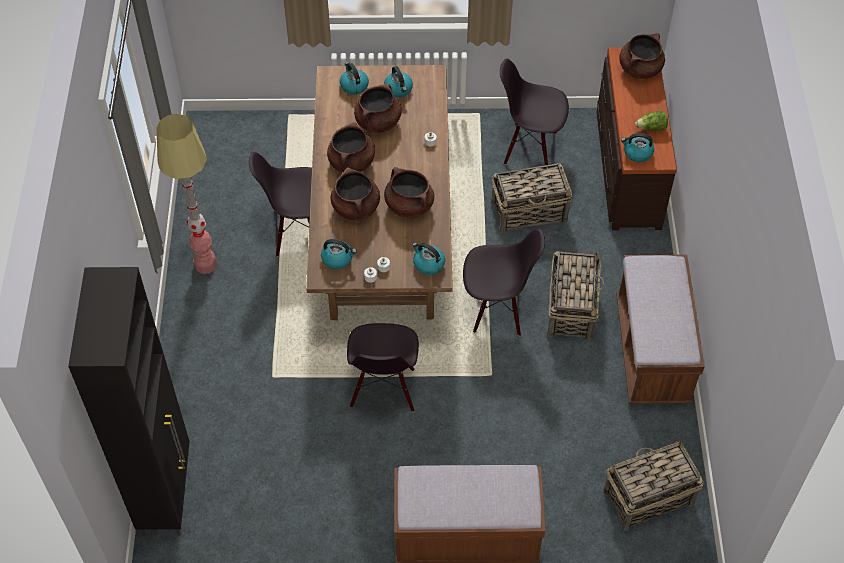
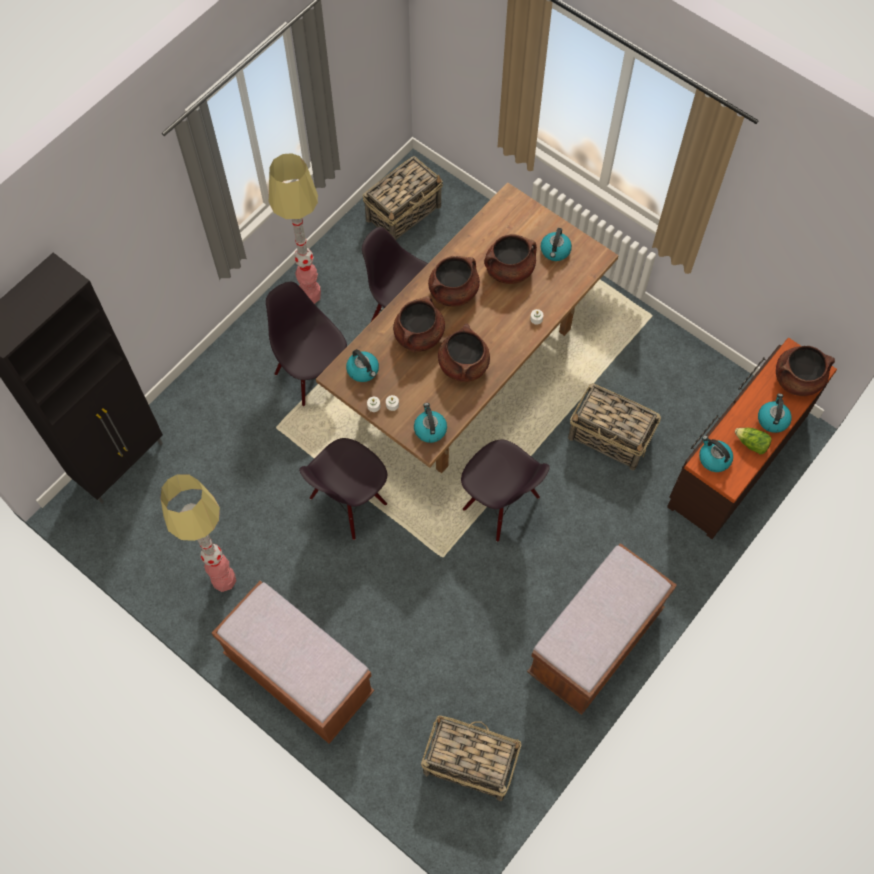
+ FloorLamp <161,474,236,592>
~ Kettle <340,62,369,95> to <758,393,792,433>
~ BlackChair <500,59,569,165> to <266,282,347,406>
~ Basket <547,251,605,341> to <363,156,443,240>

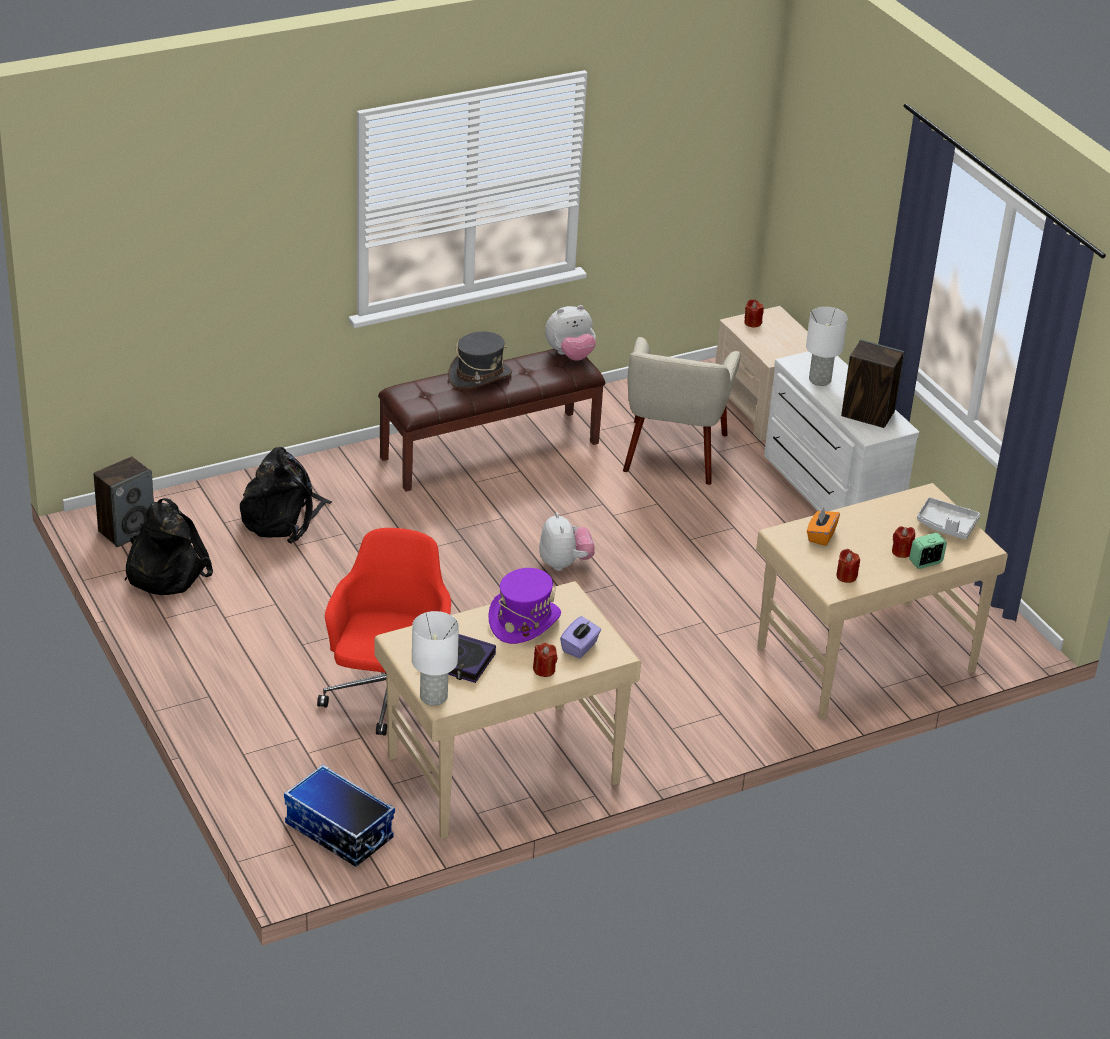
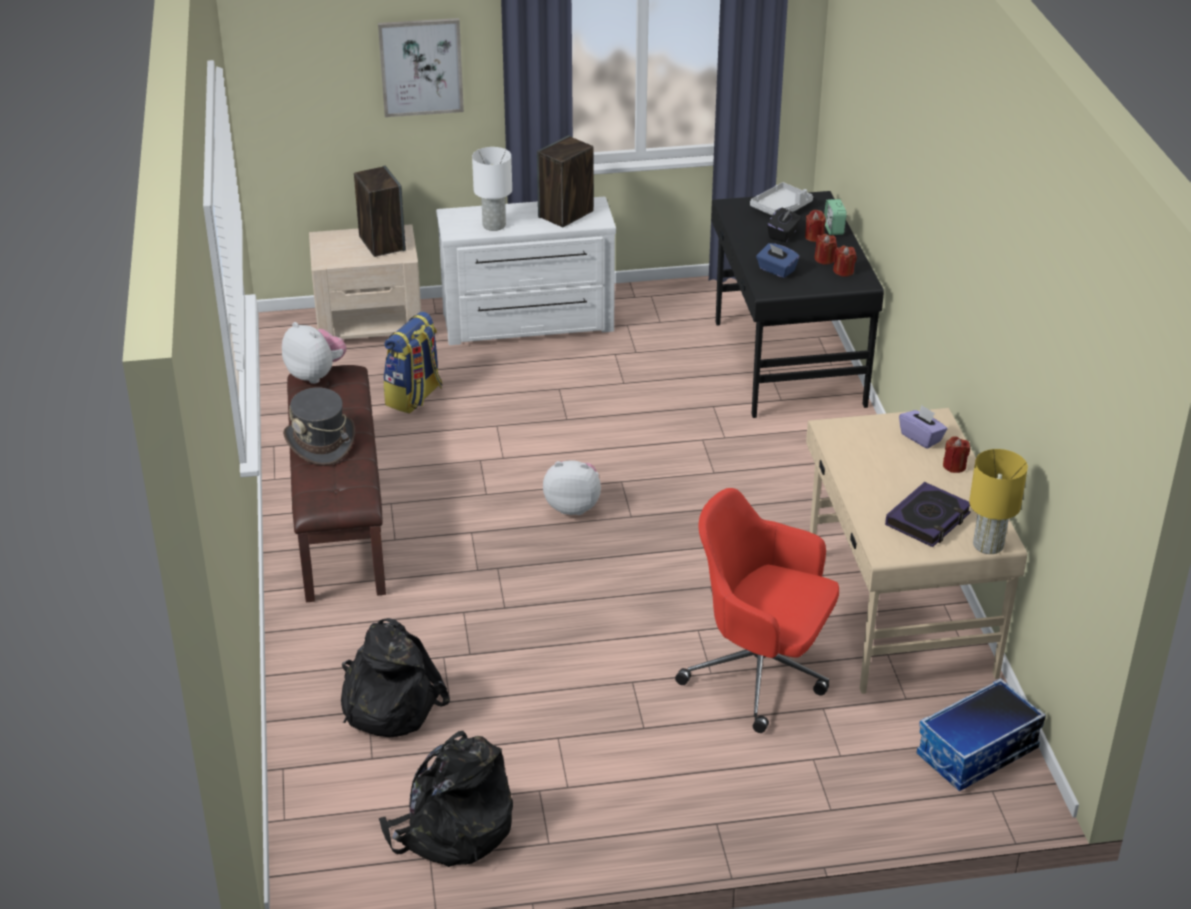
- PurpleHat <488,568,561,644>
+ Picture <378,18,464,117>
+ BlackTissueBox <767,207,801,242>
~ Speaker <94,456,154,547> to <354,166,406,257>
~ RedCandle <744,299,764,328> to <814,234,837,265>
~ BeigeArmchair <623,337,741,485> to Backpack <384,311,442,414>
~ WhiteTableLamp <412,611,459,706> to YellowTableLamp <969,449,1028,554>
~ BeigeDesk <756,483,1008,720> to BlackDesk <711,191,884,418>
~ OrangeTissueBox <807,507,840,546> to BlueTissueBox <756,243,799,278>
~ PlushToy <545,305,596,361> = <282,322,347,384> 45 degrees counterclockwise

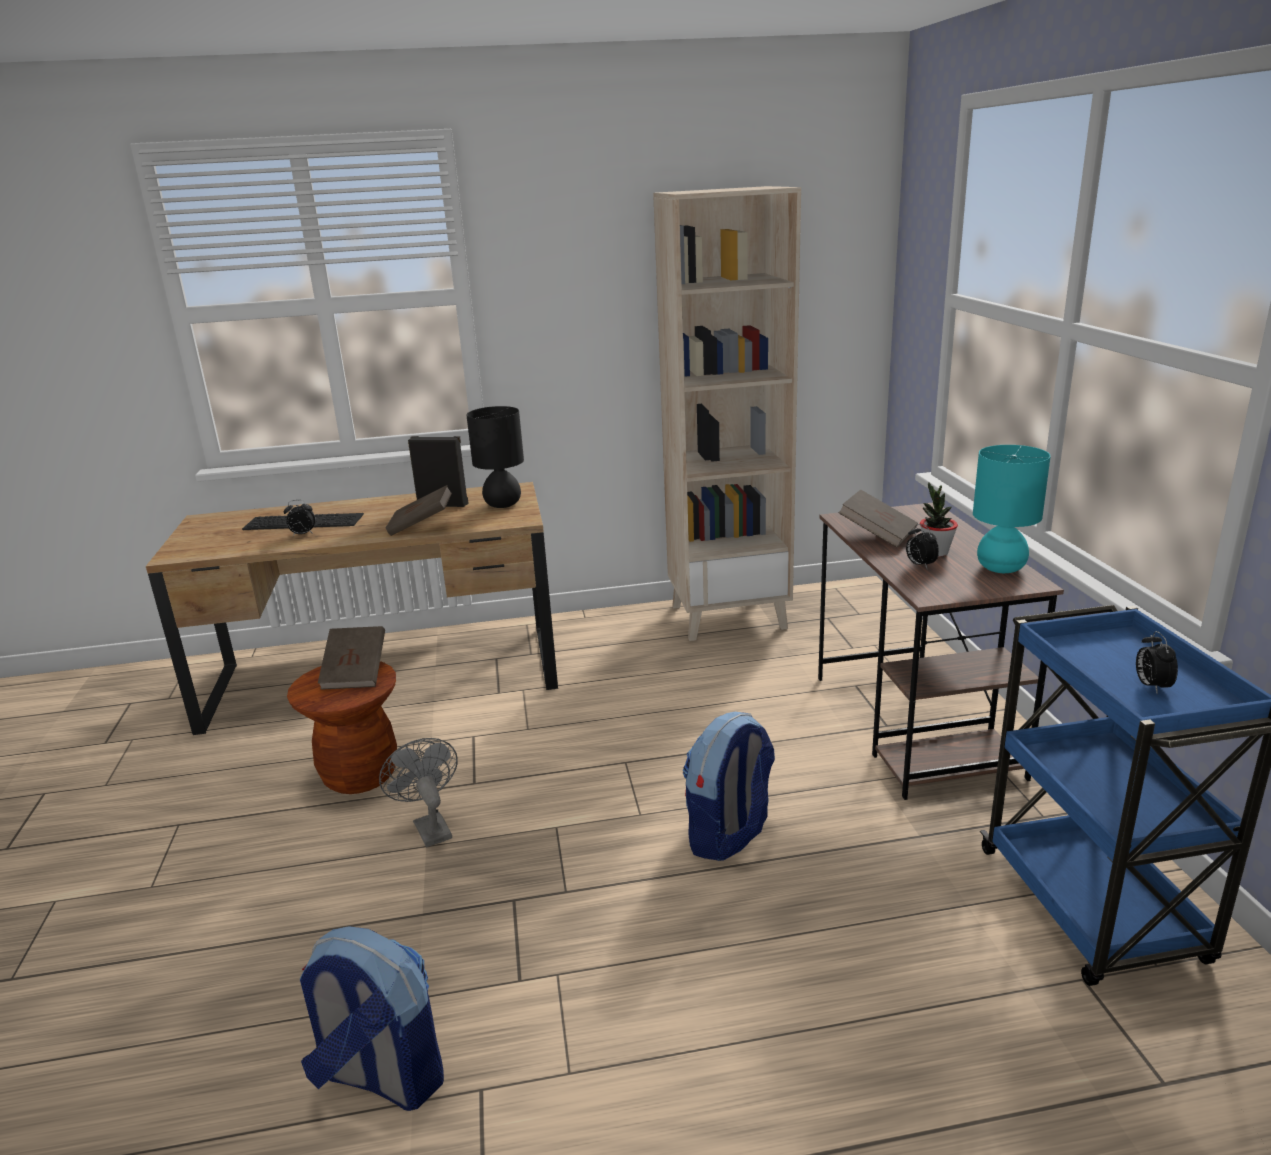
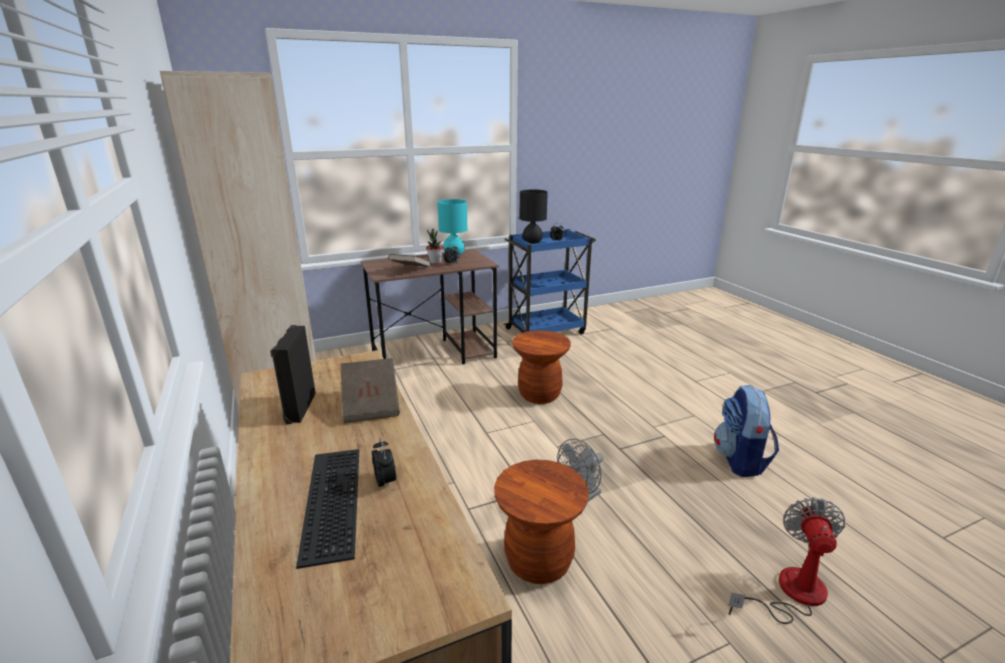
- BrownBook <318,626,385,690>
+ Fan <729,497,845,624>
~ BlackTableLamp <466,406,524,508> to <519,190,548,244>
~ Backpack <682,712,775,861> to BrownStool <512,330,571,404>

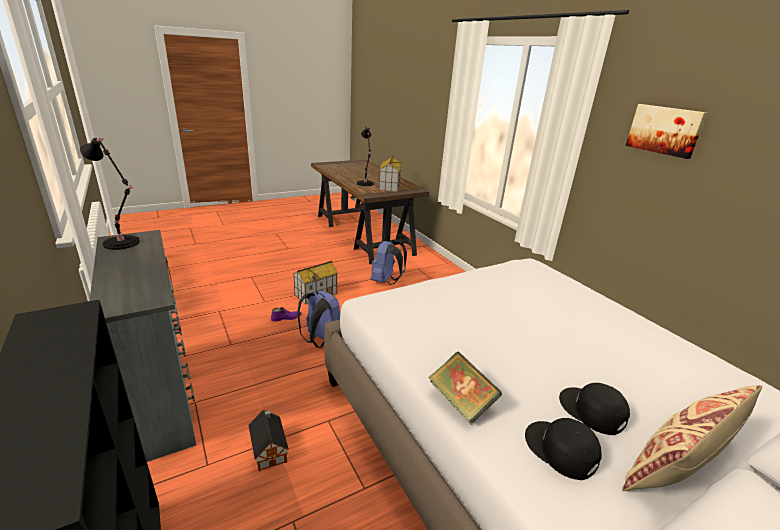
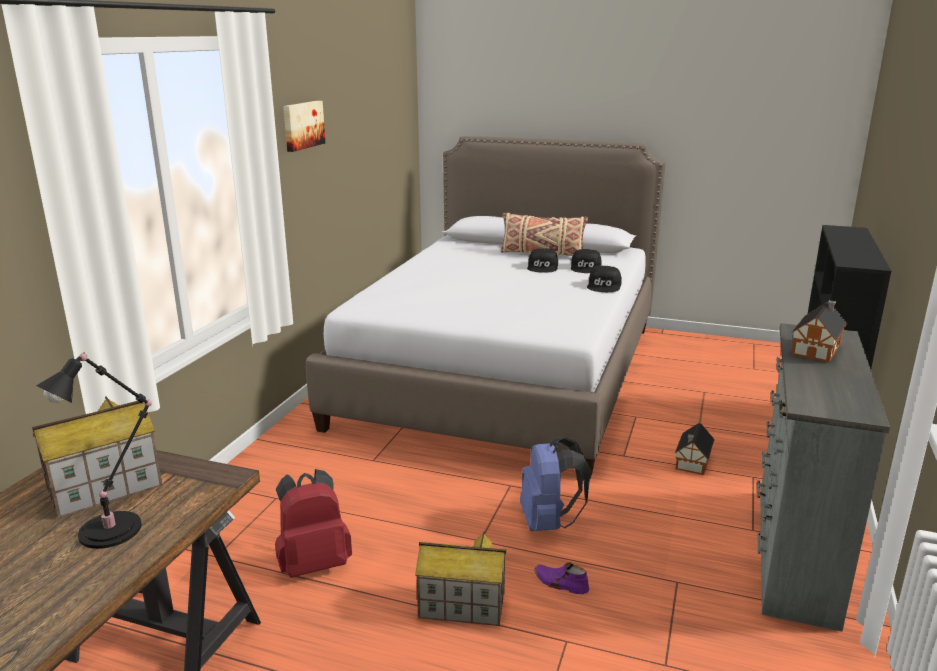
- BlackTableLamp <80,138,140,250>
+ ToyHouse <791,300,847,362>
~ Book <429,352,502,425> to BlackCap <587,266,622,292>
~ BlueBackpack <371,240,407,285> to RedBackpack <275,469,352,578>

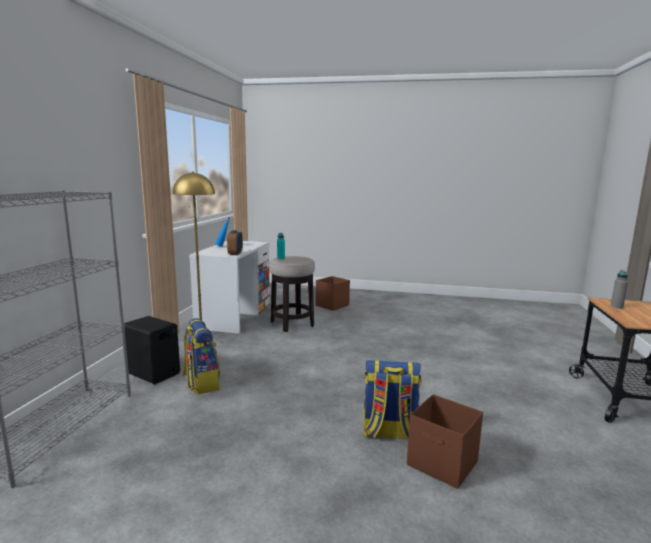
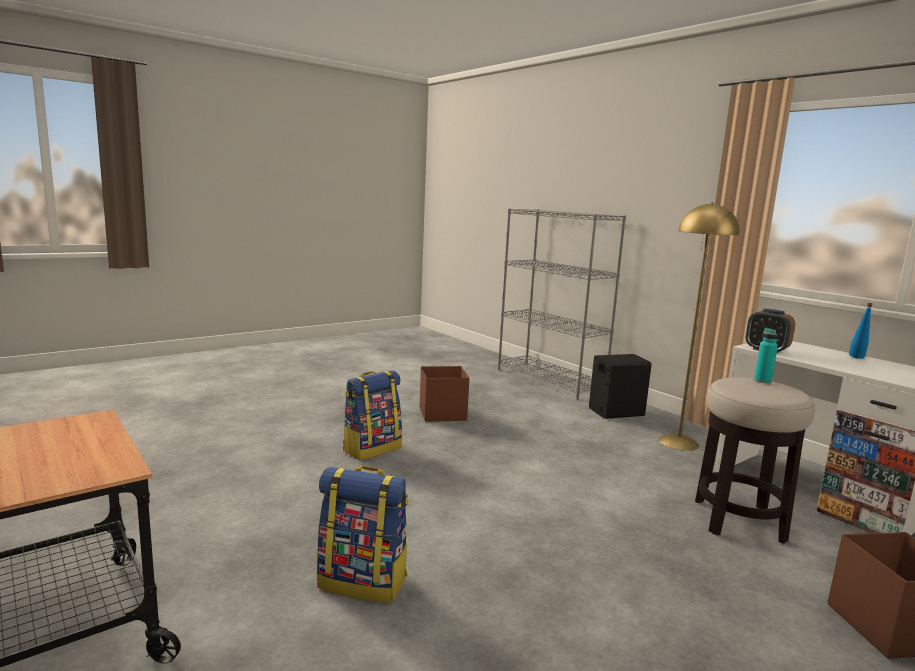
- GreyBottle <611,270,628,308>
~ Backpack <183,318,220,394> to <317,466,408,603>
~ BrownStorageBox <407,394,483,489> to <420,366,469,422>

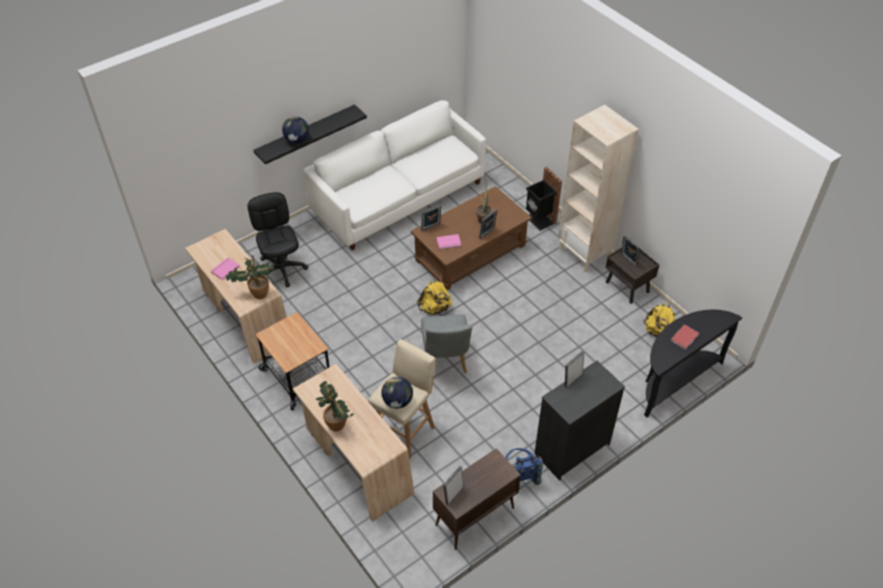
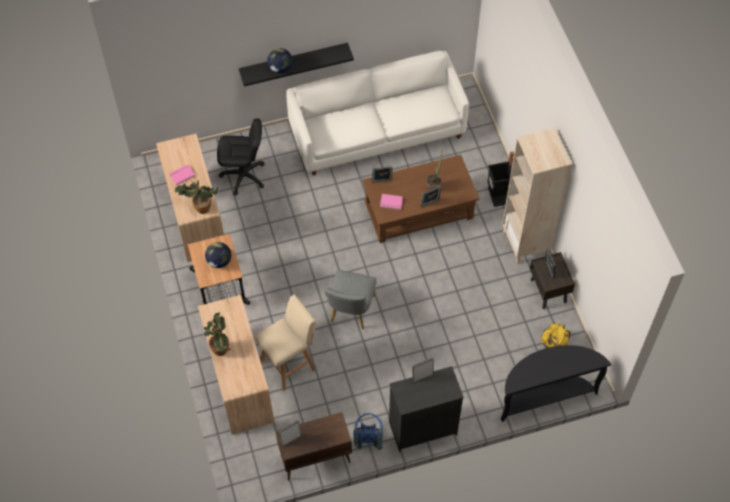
- YellowBackpack <417,279,452,315>
- RedBook <670,324,699,350>
~ Globe <381,377,413,408> to <205,242,231,268>
~ BlackOfficeChair <247,192,308,287> = <217,119,265,195> 90 degrees clockwise

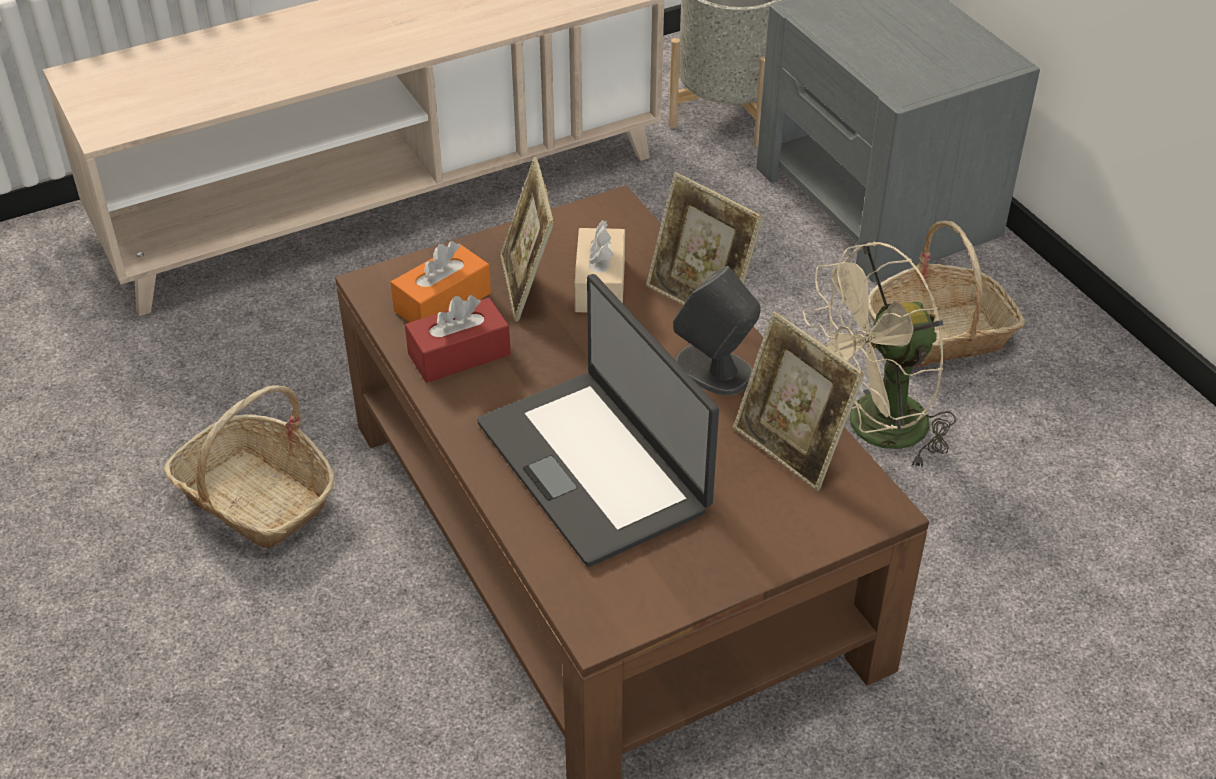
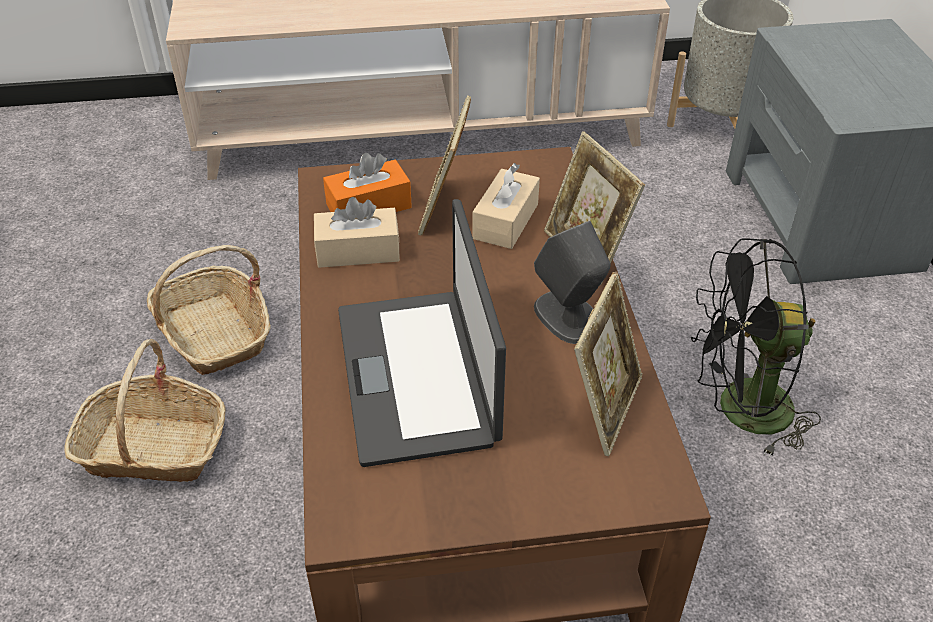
~ Basket <868,221,1025,367> to <64,339,225,482>
~ RedTissueBox <405,295,511,383> to BeigeTissueBox <314,197,400,268>
~ BeigeFan <803,241,956,470> to BlackFan <691,238,821,458>
~ PictureFrame <733,312,865,491> = <574,272,642,456> 135 degrees counterclockwise

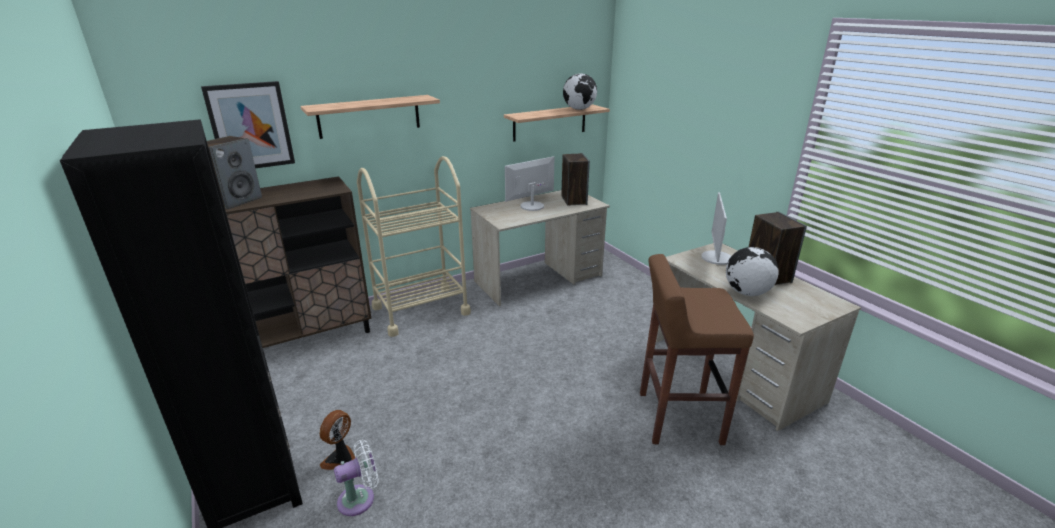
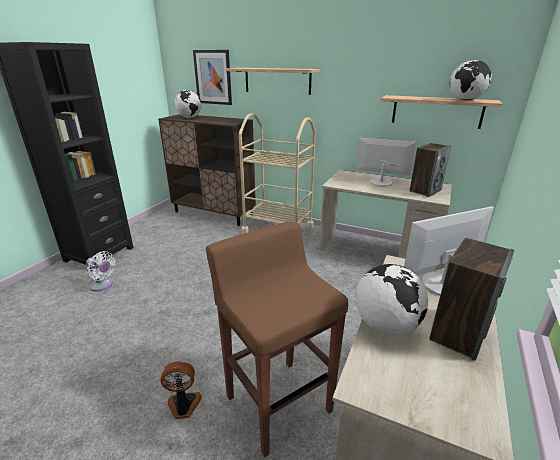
~ Fan <319,410,355,470> to <161,361,202,419>
~ Speaker <207,136,262,209> to Globe <174,90,202,118>

